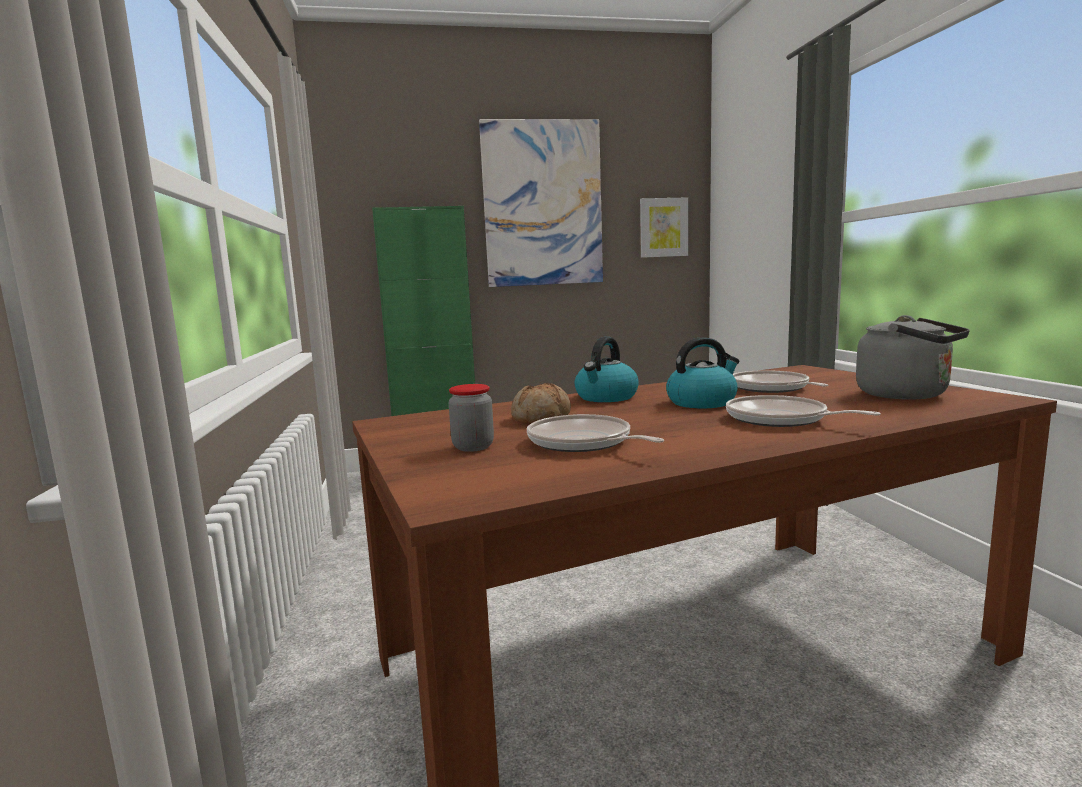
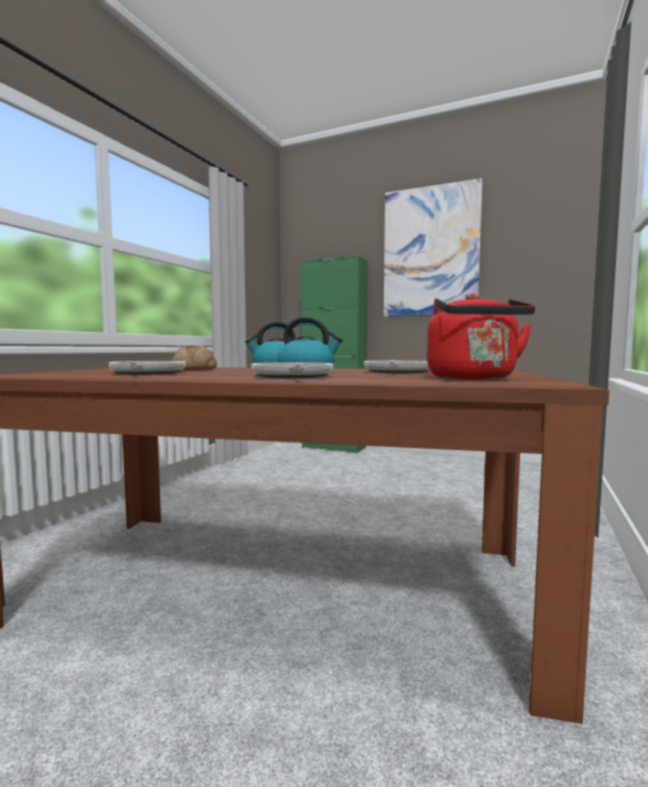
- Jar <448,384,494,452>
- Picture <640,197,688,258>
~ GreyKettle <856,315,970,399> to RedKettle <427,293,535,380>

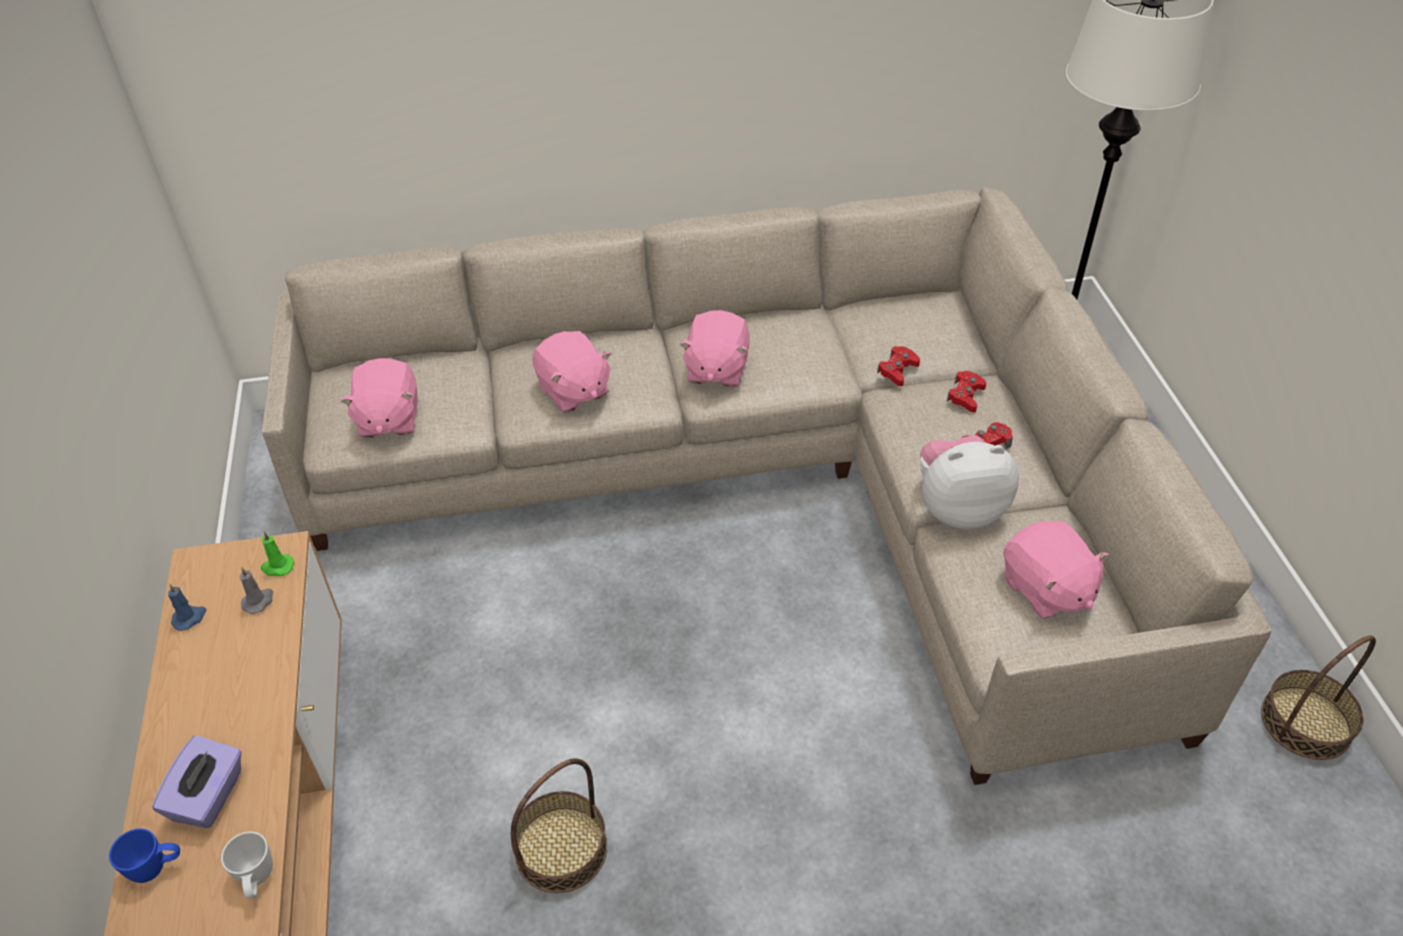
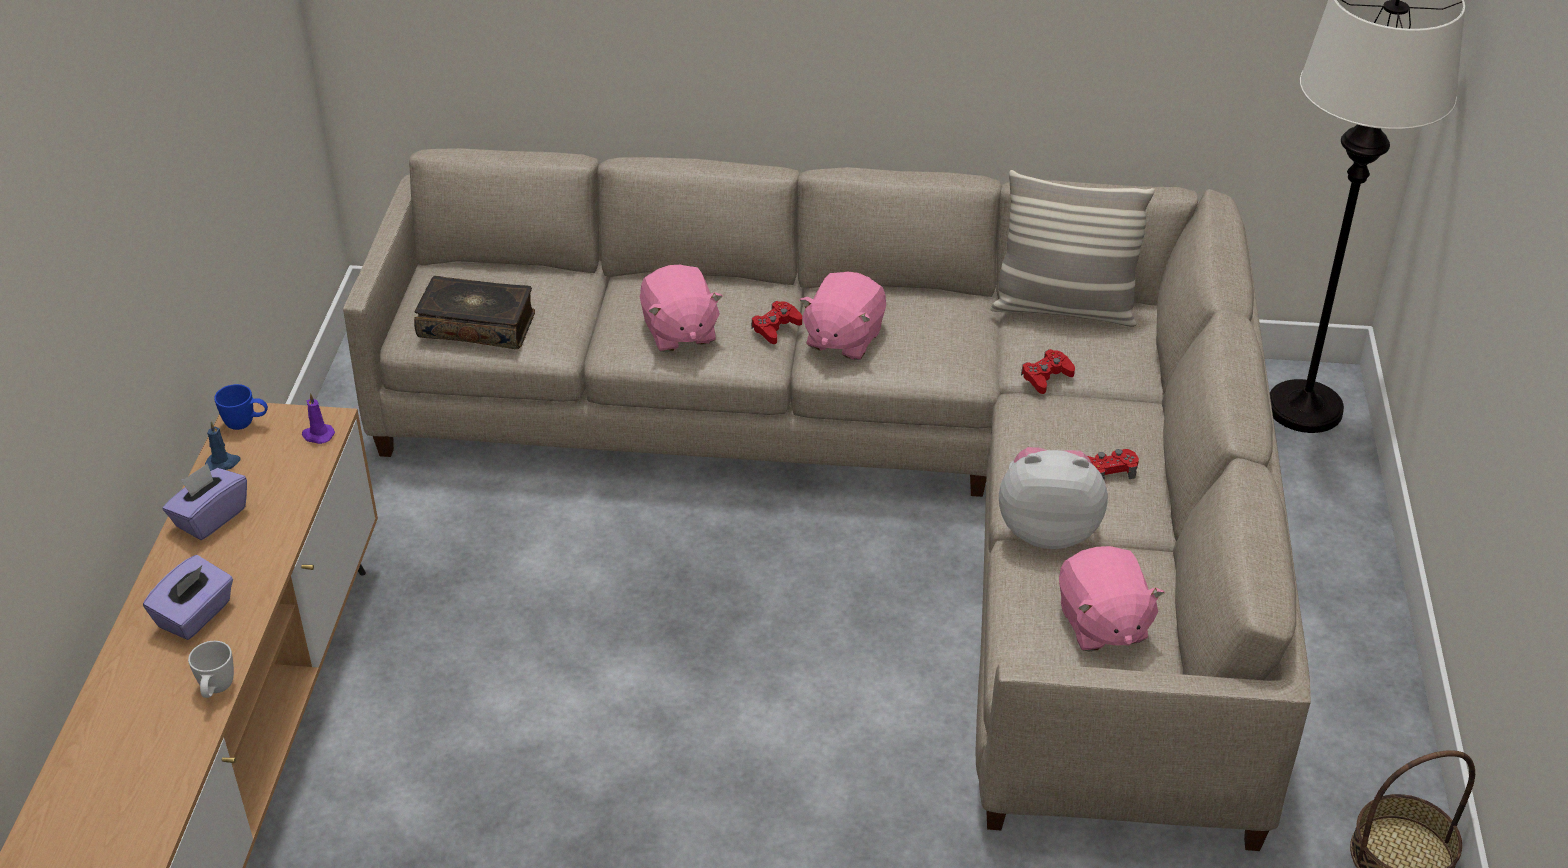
- GreyCandle <240,567,273,614>
- Basket <511,758,607,893>
+ PurpleTissueBox <163,464,247,540>
+ Pillow <990,170,1155,327>
~ BlueMug <109,828,180,883> to <214,384,268,430>
~ RedGameController <947,371,986,412> to <751,301,802,344>
~ PinkPlushToy <340,358,418,438> to Book <414,276,535,349>
~ GreenCandle <261,532,294,576> to PurpleCandle <302,393,335,444>

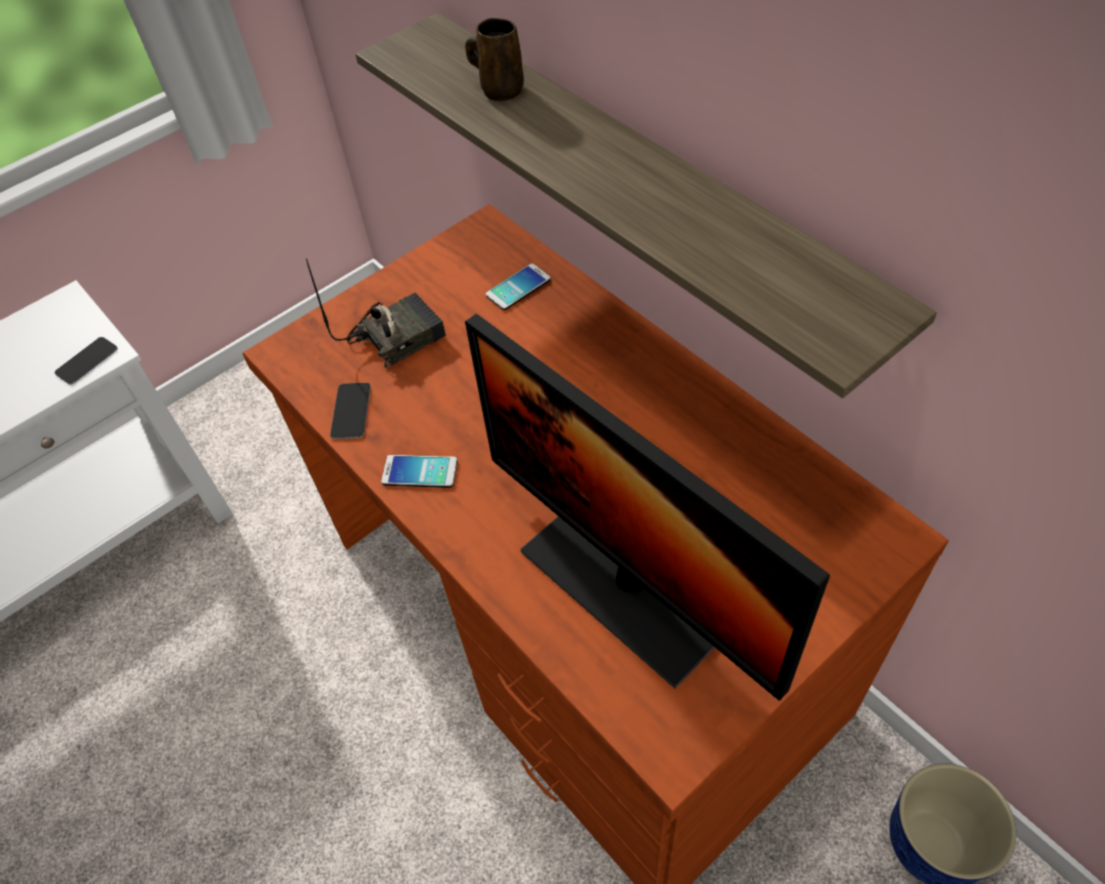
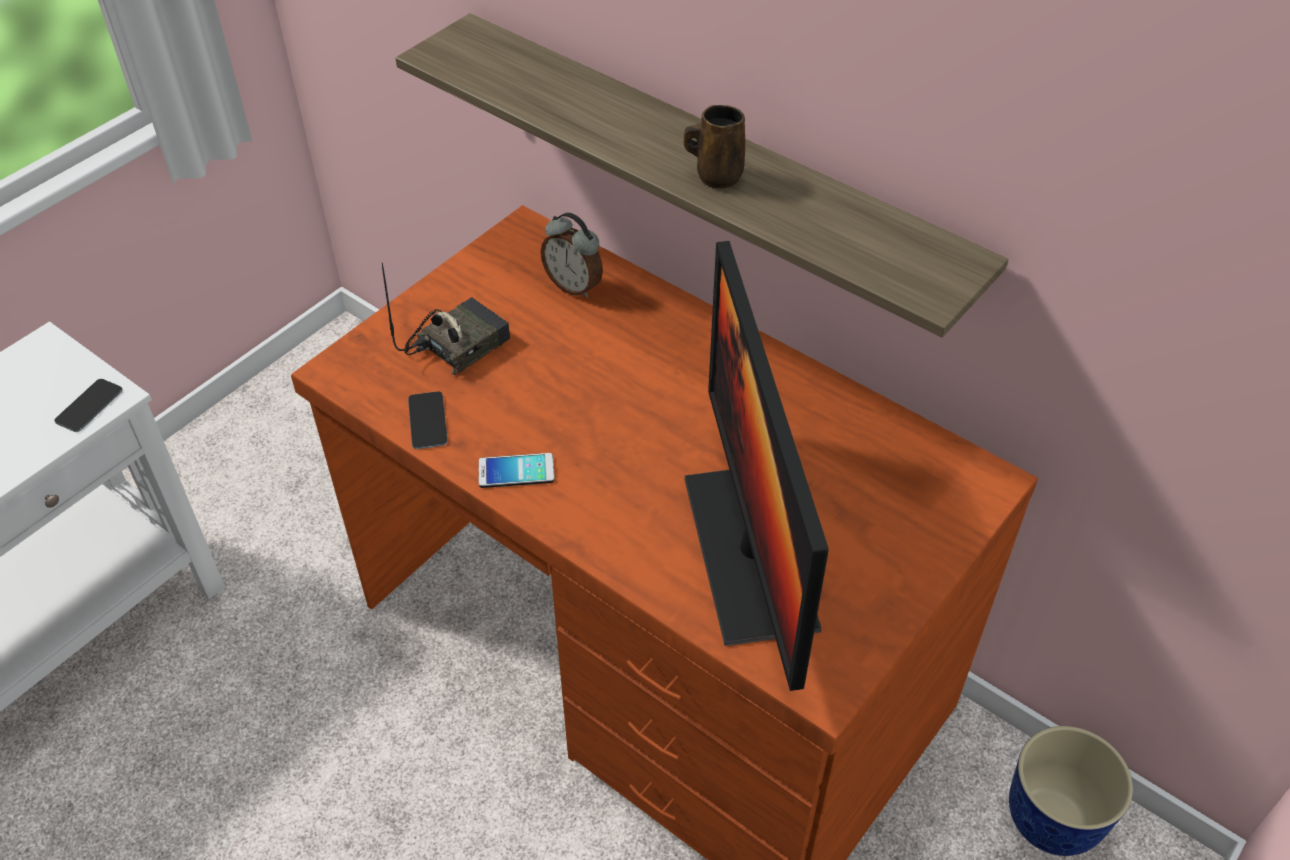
~ BrownMug <465,18,524,101> to <684,105,745,189>
~ Phone <485,263,551,310> to AlarmClock <541,212,603,298>
~ Monitor <465,314,830,701> = <685,241,829,691> 45 degrees clockwise

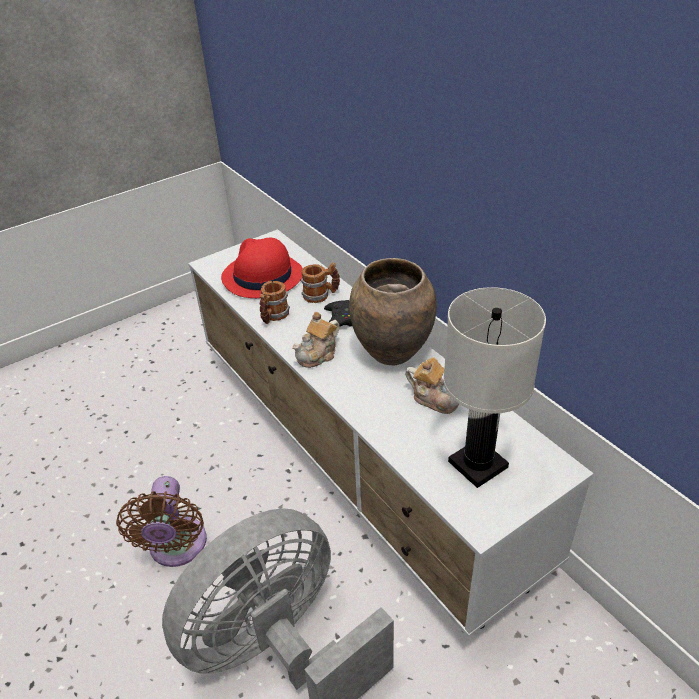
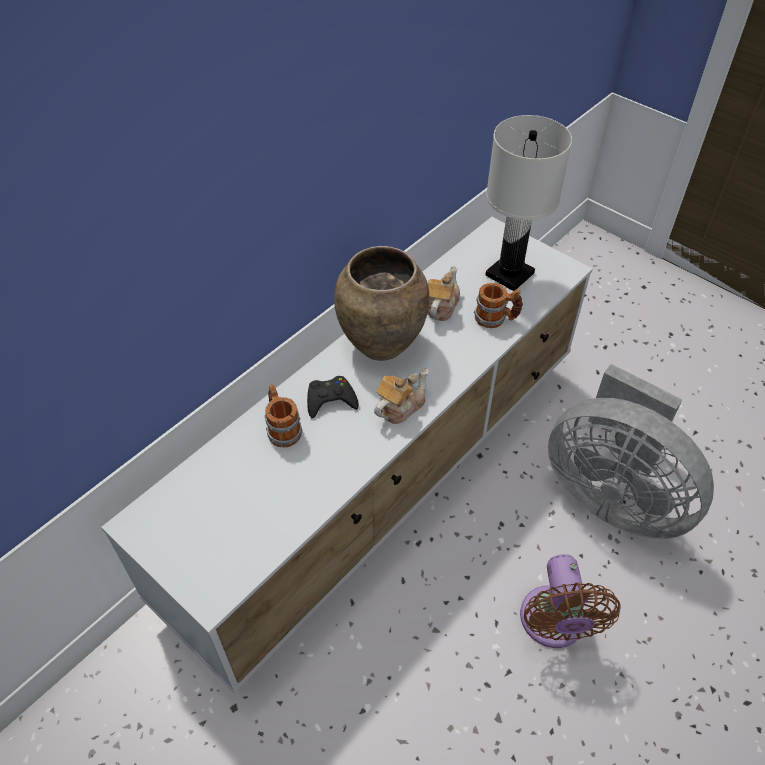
- RedHat <221,238,303,298>
~ Mug <260,281,290,324> to <474,283,523,328>
~ BrownFan <116,476,207,567> = <520,554,620,648> 105 degrees clockwise
~ Teapot <292,312,339,368> = <374,368,429,424> 75 degrees counterclockwise

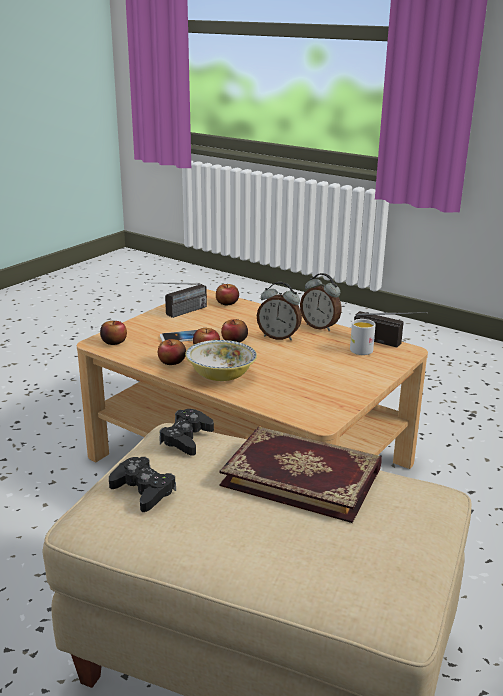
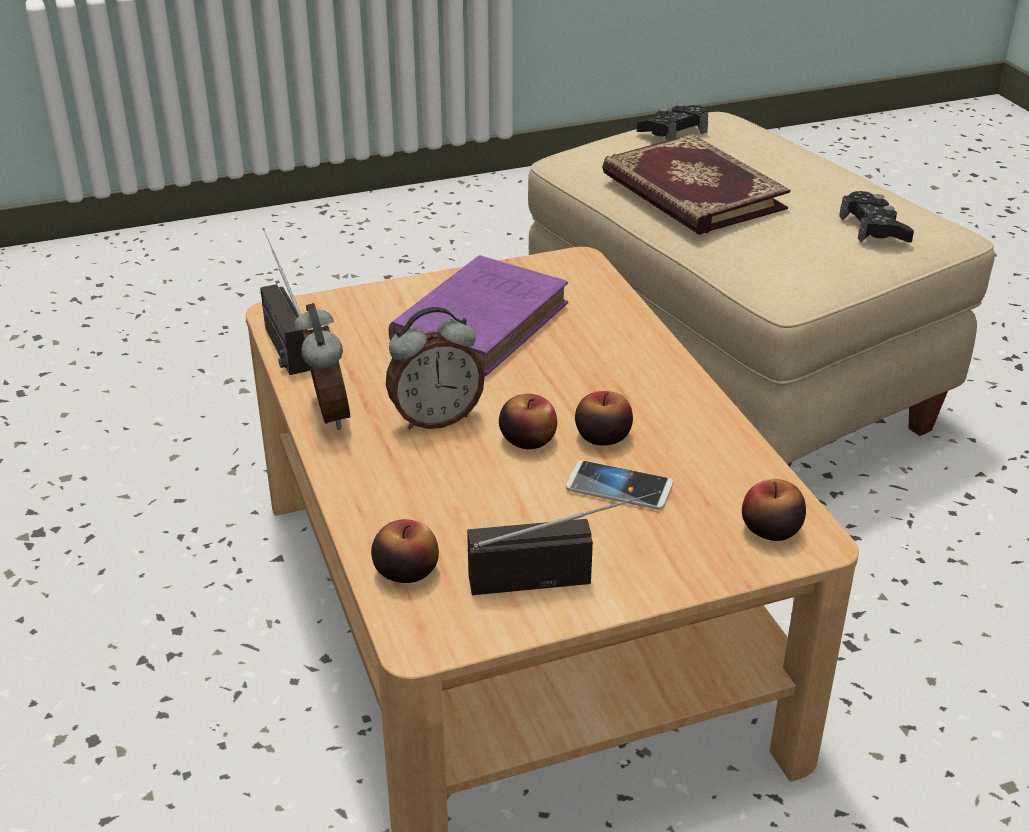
- Apple <158,339,186,365>
- Bowl <185,340,257,381>
- WhiteMug <350,319,376,355>
+ PurpleBook <389,255,568,376>
~ BlackGameController <159,409,214,456> to <637,103,708,141>
~ AlarmClock <257,282,302,340> = <386,307,485,430> 105 degrees clockwise

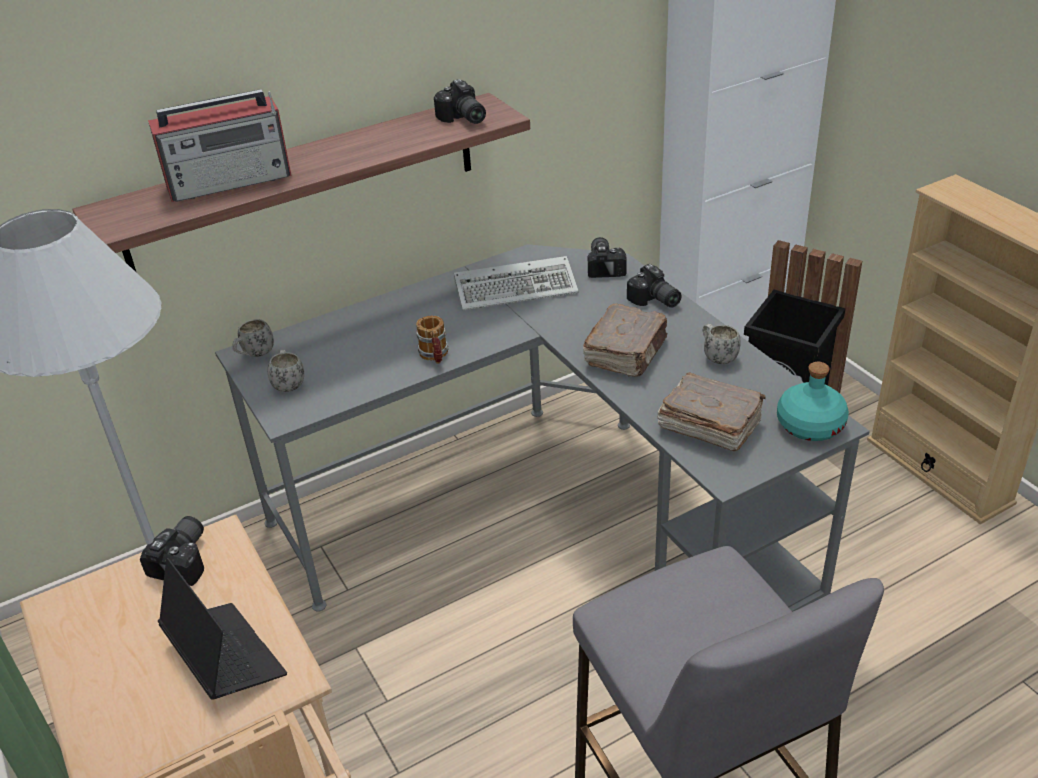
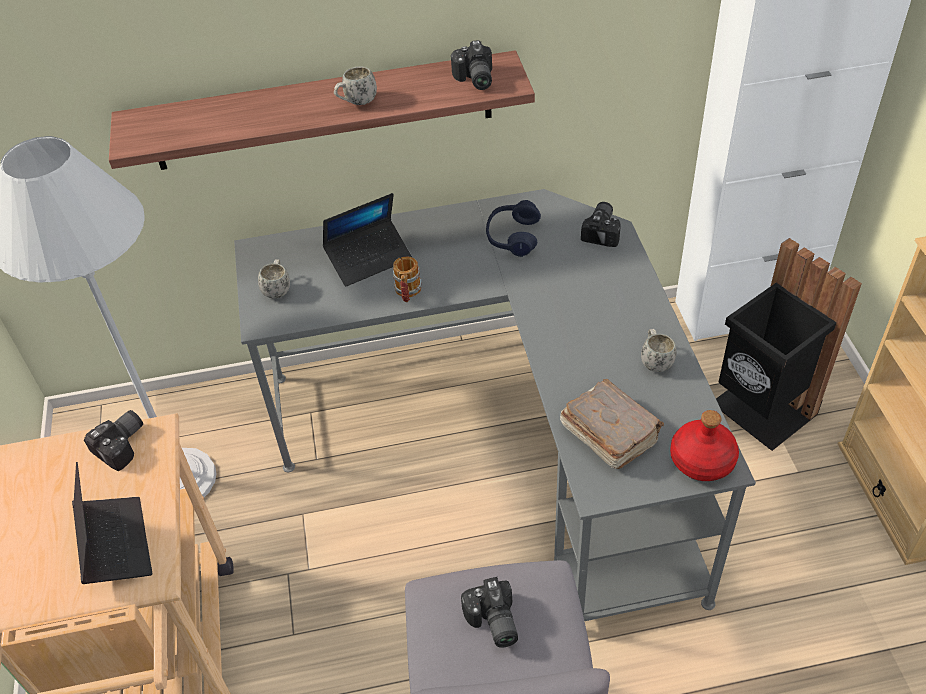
- Radio <148,89,292,202>
- BrownBook <583,304,667,377>
+ Laptop <323,193,412,287>
~ WhiteMug <232,319,274,357> to <334,66,377,105>
~ PhotoCamera <627,264,682,308> to <461,577,518,648>
~ Keyboard <454,256,579,310> to BlueHeadphones <486,200,541,257>
~ TurquoiseBottle <777,362,849,441> to RedBottle <670,410,739,481>

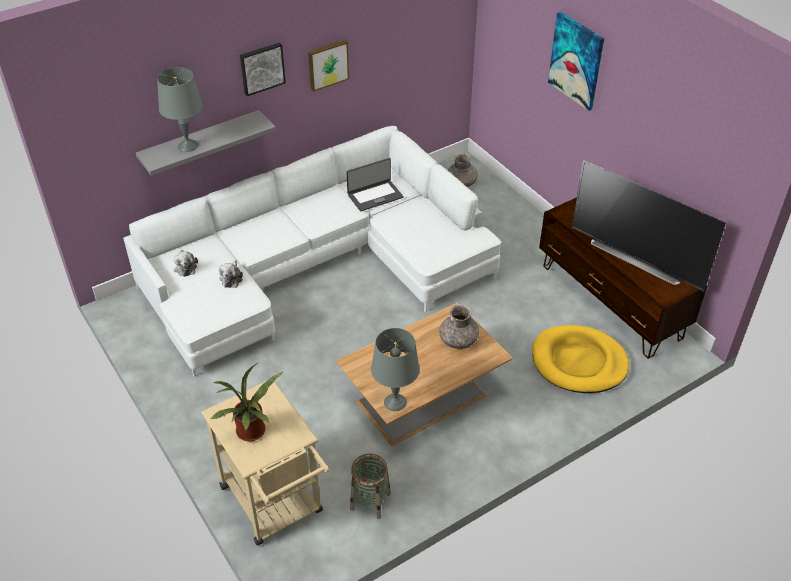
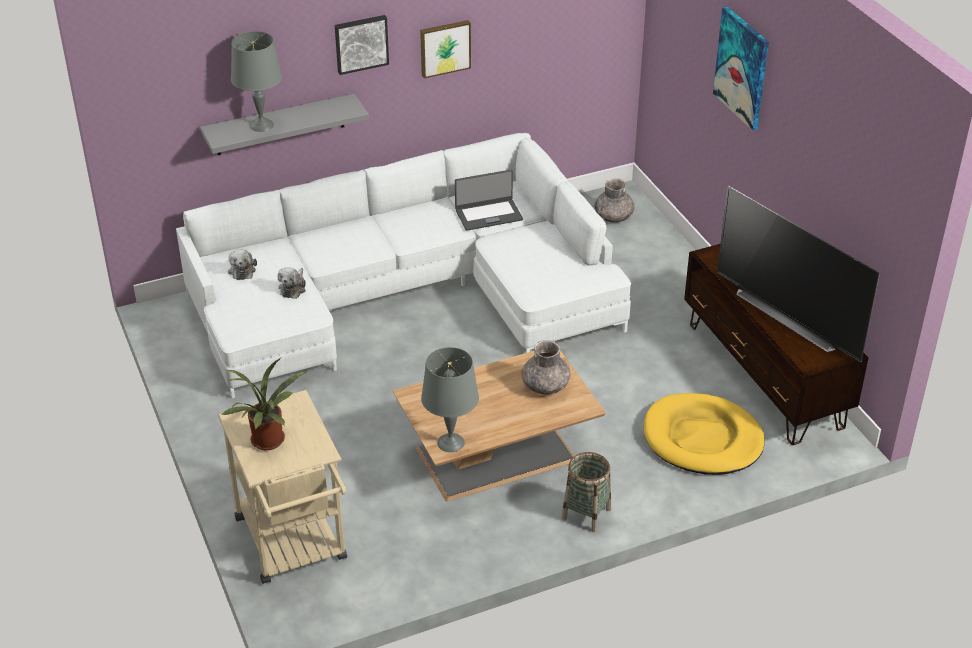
~ Basket <350,454,391,519> to <562,452,611,532>

